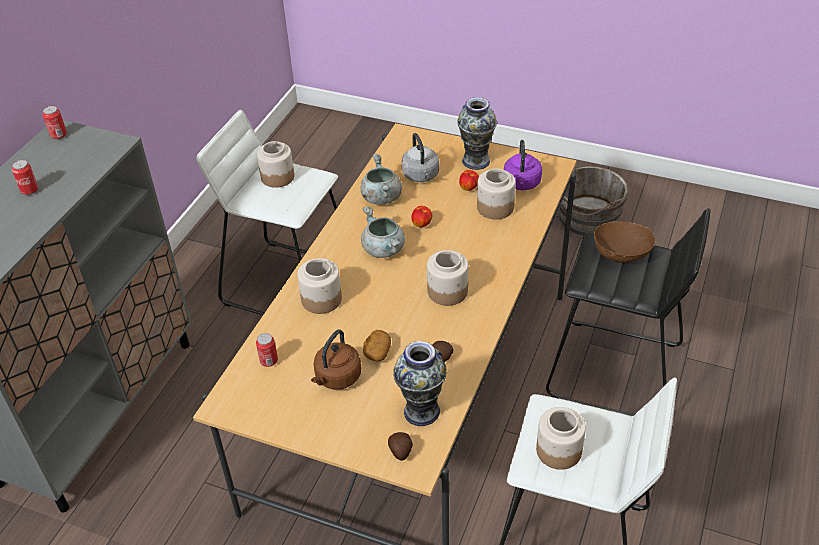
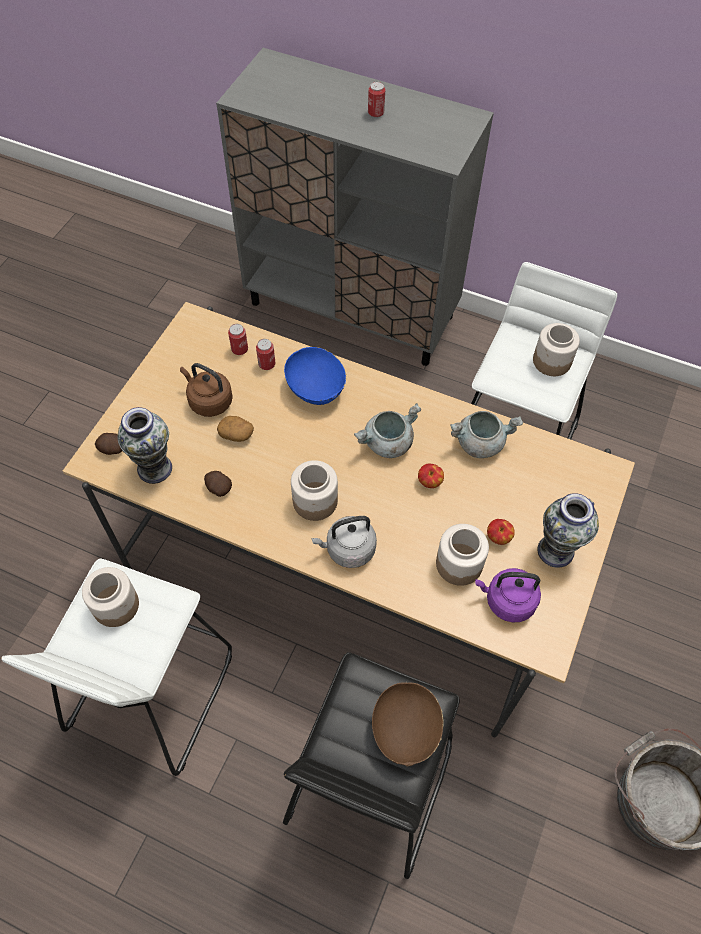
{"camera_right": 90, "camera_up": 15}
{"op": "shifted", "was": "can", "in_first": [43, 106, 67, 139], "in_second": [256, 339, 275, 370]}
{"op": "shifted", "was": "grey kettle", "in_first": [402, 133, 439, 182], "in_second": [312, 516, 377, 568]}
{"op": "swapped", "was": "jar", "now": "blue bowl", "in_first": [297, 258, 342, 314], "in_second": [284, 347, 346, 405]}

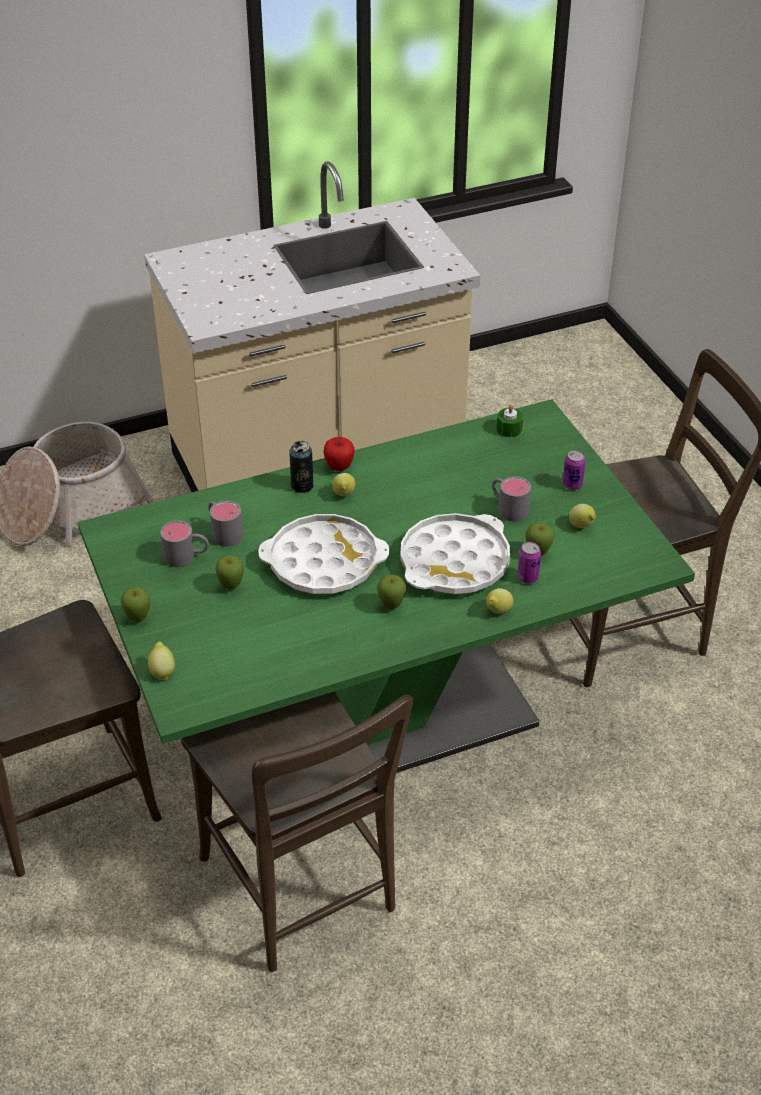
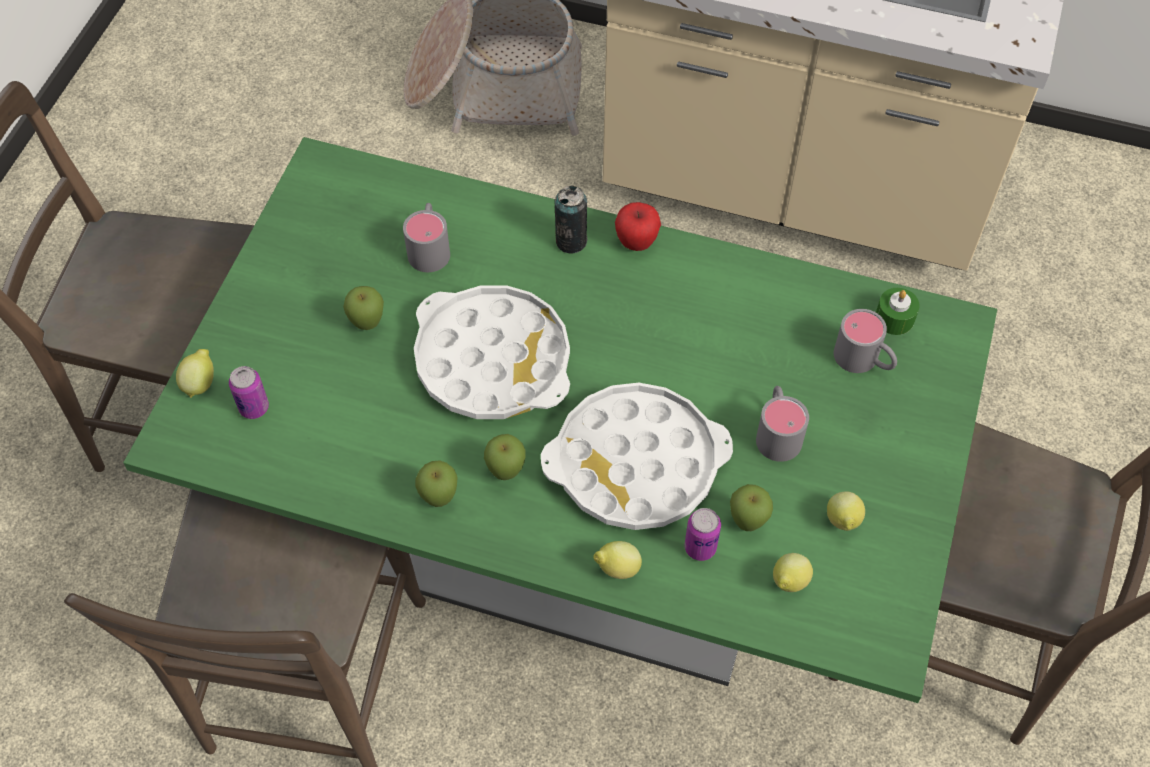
{"camera_right": 40, "camera_up": 15}
{"op": "shifted", "was": "apple", "in_first": [121, 587, 150, 622], "in_second": [415, 460, 457, 507]}
{"op": "shifted", "was": "grey mug", "in_first": [160, 520, 209, 567], "in_second": [834, 309, 897, 373]}
{"op": "shifted", "was": "lemon", "in_first": [332, 473, 355, 496], "in_second": [773, 553, 813, 592]}
{"op": "shifted", "was": "can", "in_first": [563, 450, 586, 490], "in_second": [229, 366, 269, 419]}

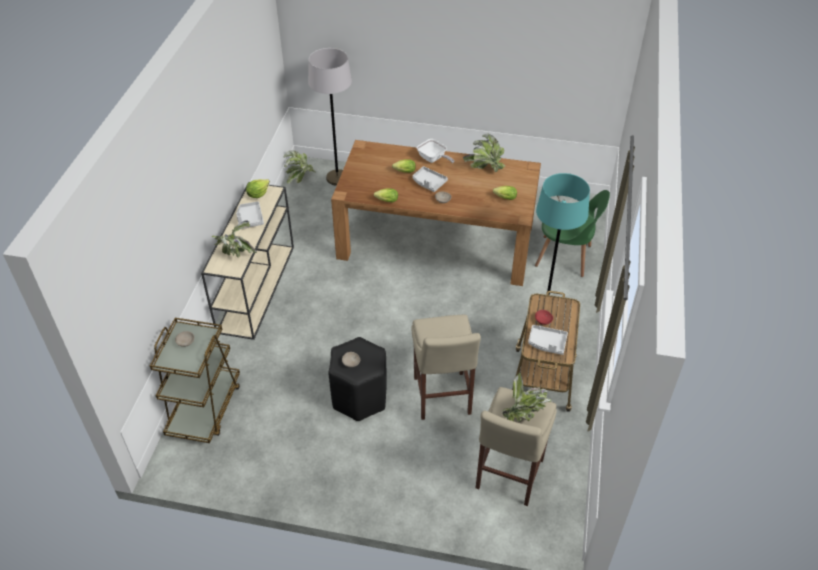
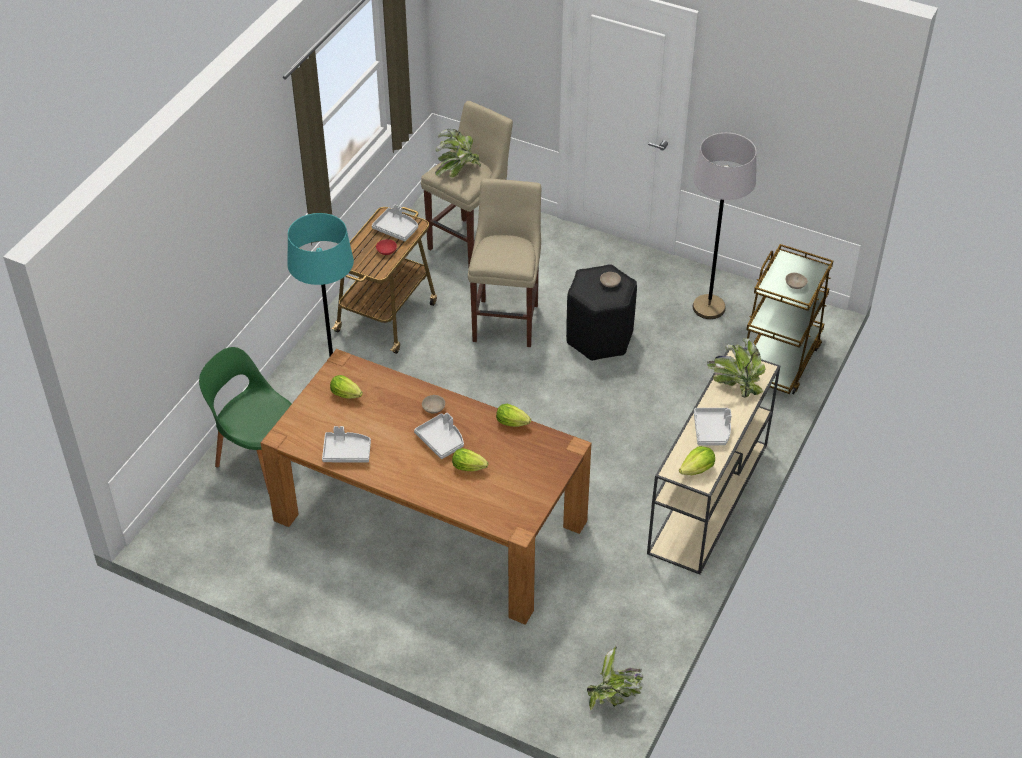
{"camera_right": -165, "camera_up": 0}
{"op": "gone", "was": "frying pan", "in_first": [417, 139, 454, 163]}
{"op": "shifted", "was": "grey floor lamp", "in_first": [308, 48, 352, 186], "in_second": [693, 133, 756, 319]}
{"op": "swapped", "was": "potted plant", "now": "grey tray", "in_first": [463, 134, 505, 172], "in_second": [322, 426, 371, 463]}

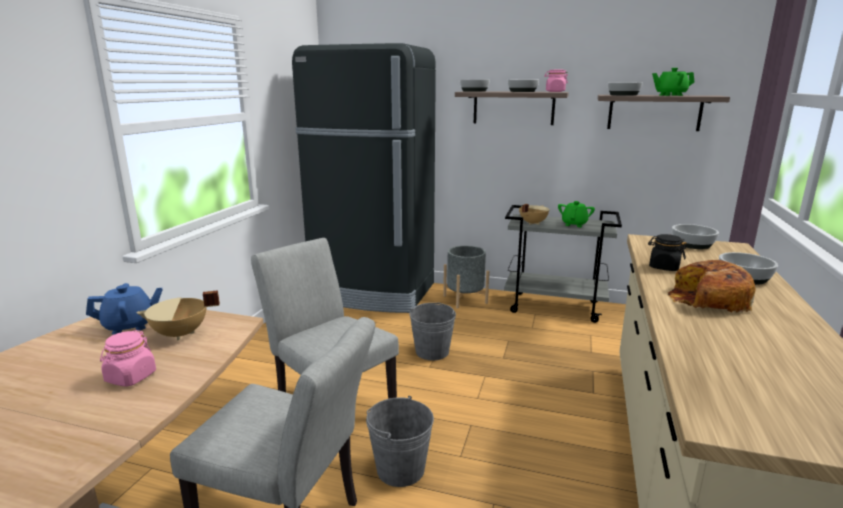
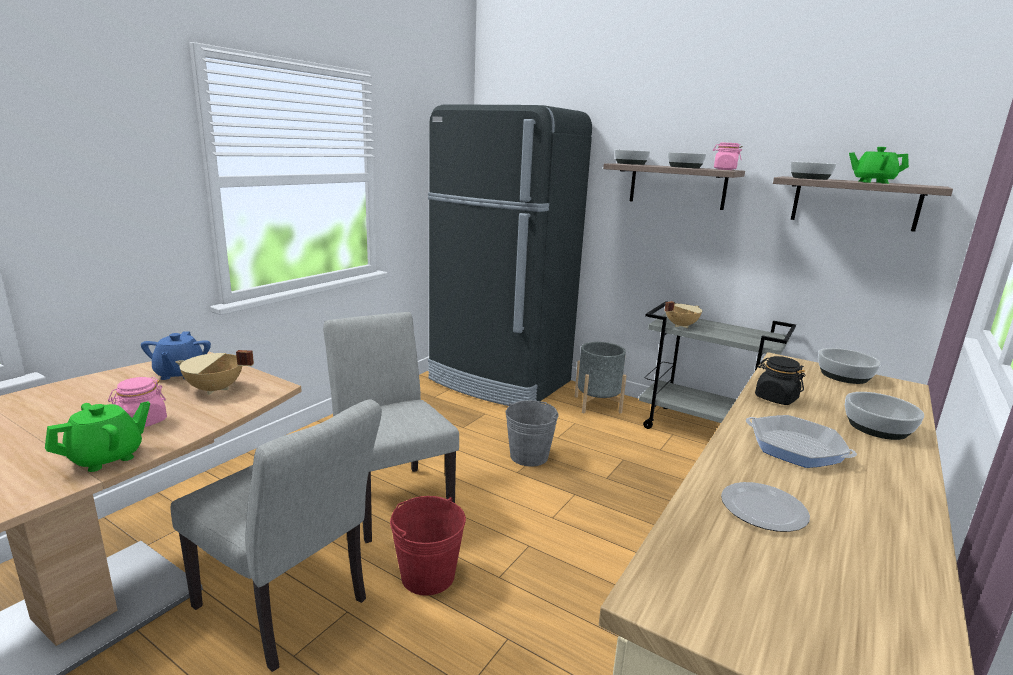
{"camera_right": 15, "camera_up": 0}
{"op": "new", "now": "plate", "in_second": [721, 482, 810, 532]}
{"op": "shifted", "was": "green teapot", "in_first": [558, 201, 595, 227], "in_second": [45, 401, 150, 472]}
{"op": "swapped", "was": "bread", "now": "frying pan", "in_first": [668, 260, 756, 313], "in_second": [746, 415, 857, 468]}
{"op": "repainted", "was": "grey bucket", "now": "red bucket", "in_first": [366, 396, 434, 487], "in_second": [390, 496, 466, 596]}
{"op": "rotated", "was": "blue teapot", "in_first": [86, 283, 162, 335], "in_second": [141, 331, 211, 380], "clockwise": 90}

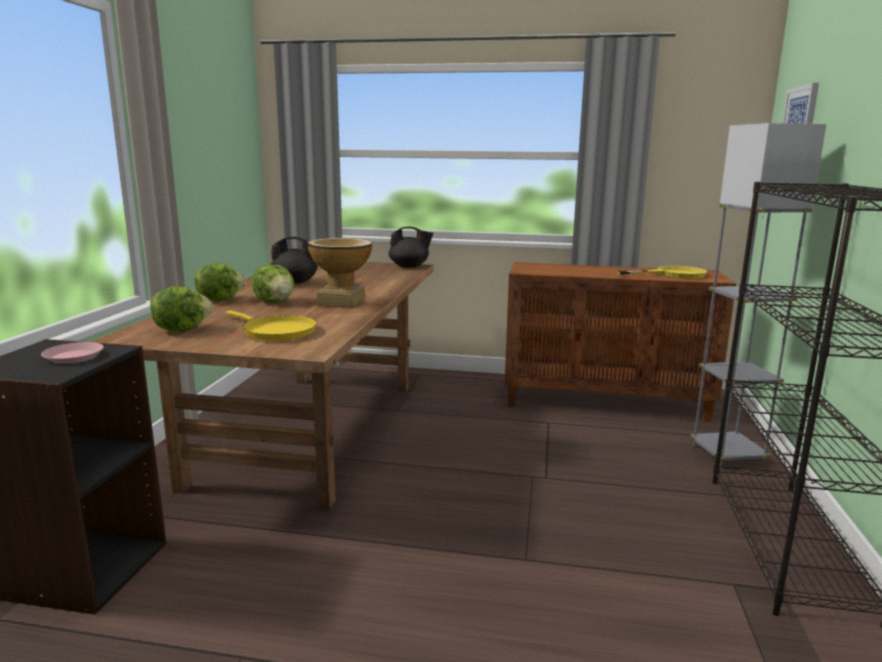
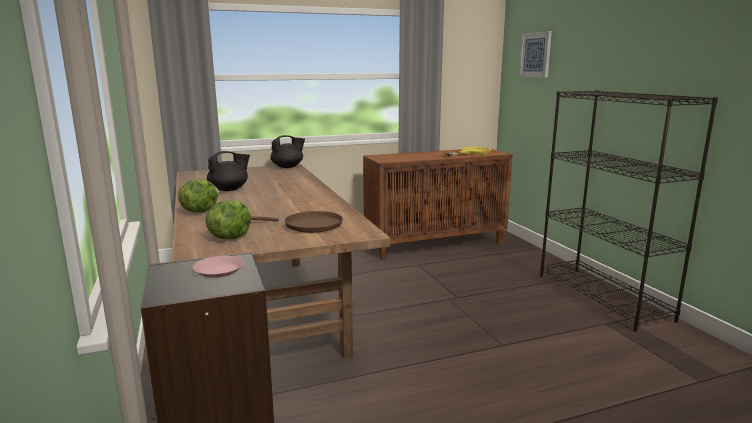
{"camera_right": -30, "camera_up": 0}
{"op": "gone", "was": "lettuce", "in_first": [252, 265, 295, 303]}
{"op": "gone", "was": "vase", "in_first": [307, 238, 372, 308]}
{"op": "gone", "was": "grey floor lamp", "in_first": [690, 123, 827, 468]}
{"op": "repainted", "was": "yellow frying pan", "now": "brown frying pan", "in_first": [226, 311, 317, 341], "in_second": [251, 211, 343, 233]}

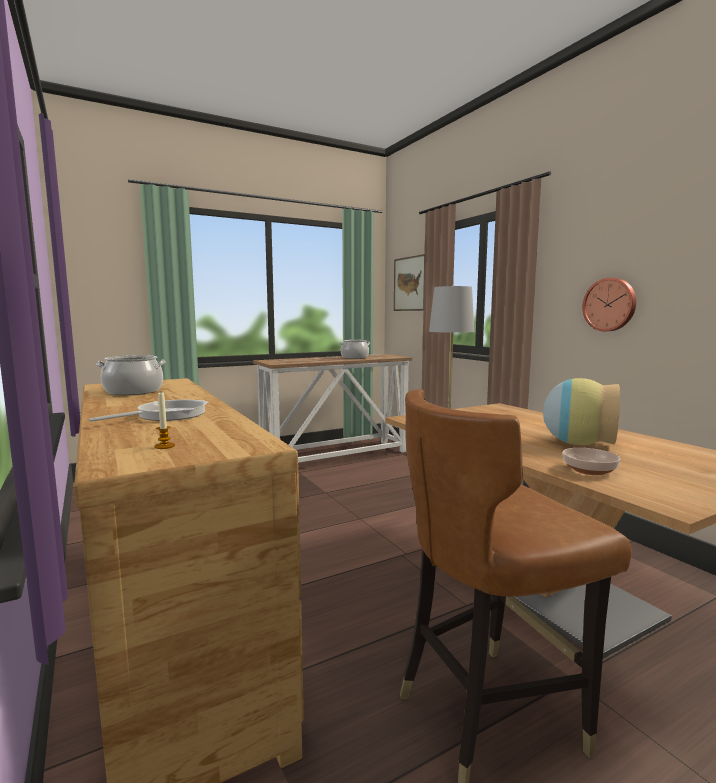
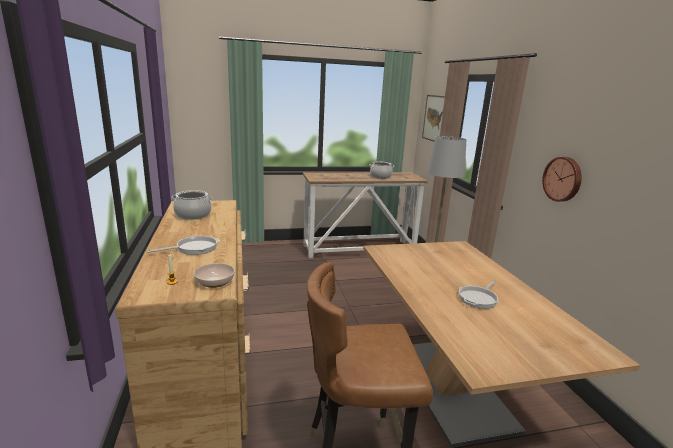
{"camera_right": 15, "camera_up": 10}
{"op": "shifted", "was": "bowl", "in_first": [563, 448, 620, 475], "in_second": [194, 263, 235, 288]}
{"op": "swapped", "was": "vase", "now": "frying pan", "in_first": [543, 378, 620, 445], "in_second": [459, 280, 499, 309]}

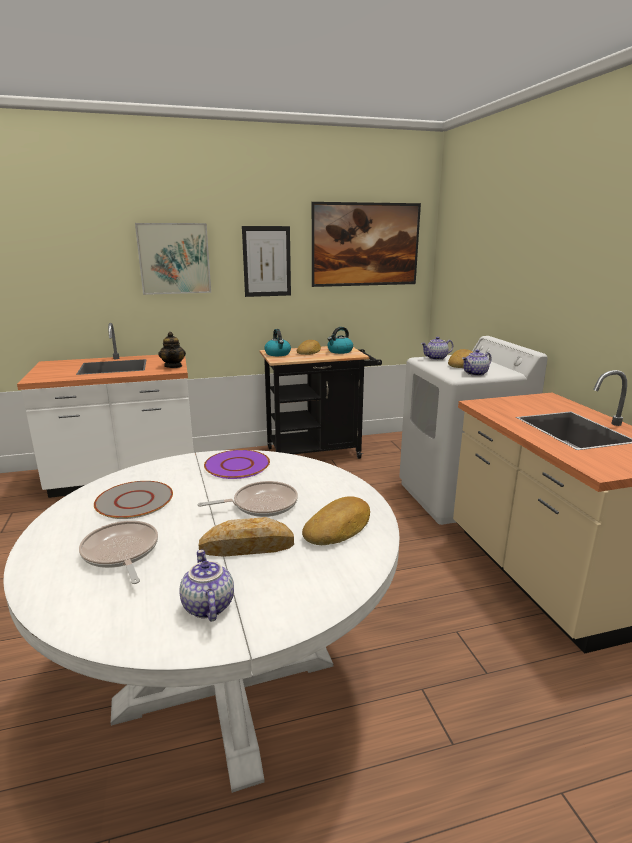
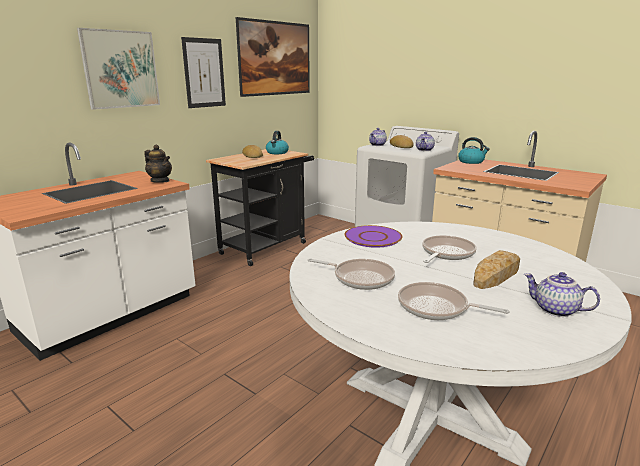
{"camera_right": -35, "camera_up": 0}
{"op": "gone", "was": "bread", "in_first": [302, 496, 370, 545]}
{"op": "shifted", "was": "kettle", "in_first": [265, 329, 291, 356], "in_second": [458, 137, 490, 164]}
{"op": "swapped", "was": "grey plate", "now": "frying pan", "in_first": [94, 481, 173, 519], "in_second": [308, 259, 395, 290]}

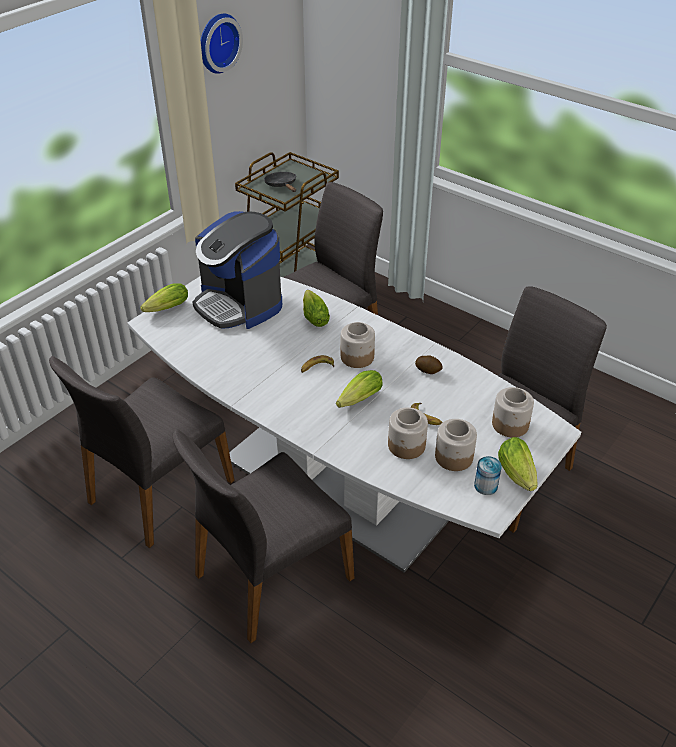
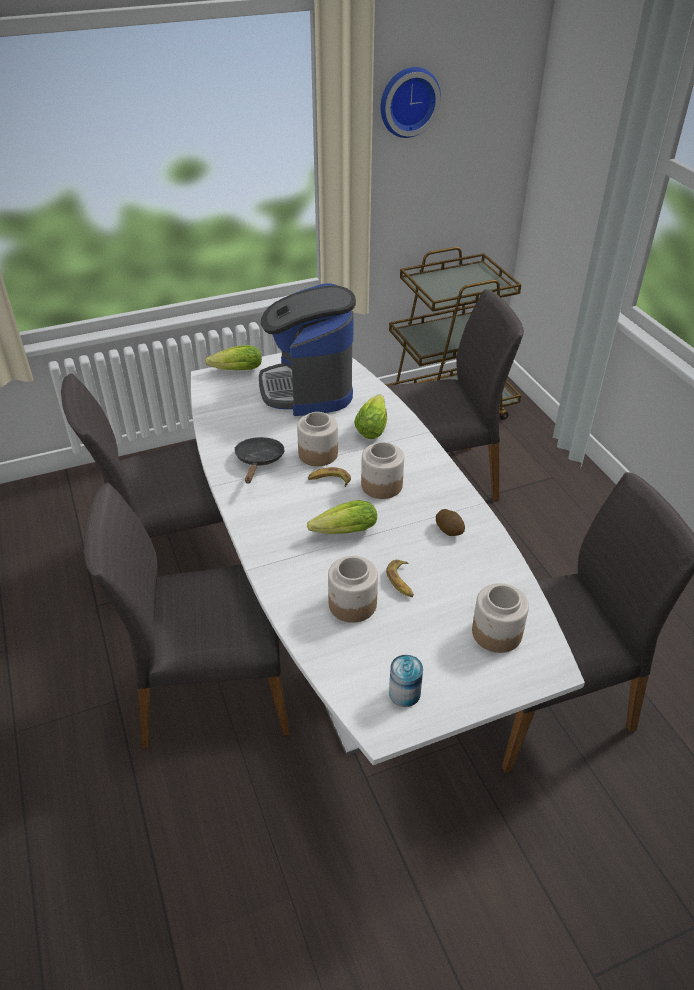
{"camera_right": 30, "camera_up": 0}
{"op": "gone", "was": "lettuce", "in_first": [498, 437, 538, 491]}
{"op": "shifted", "was": "black frying pan", "in_first": [264, 172, 296, 192], "in_second": [234, 437, 285, 483]}
{"op": "shifted", "was": "jar", "in_first": [435, 419, 477, 471], "in_second": [297, 412, 338, 466]}

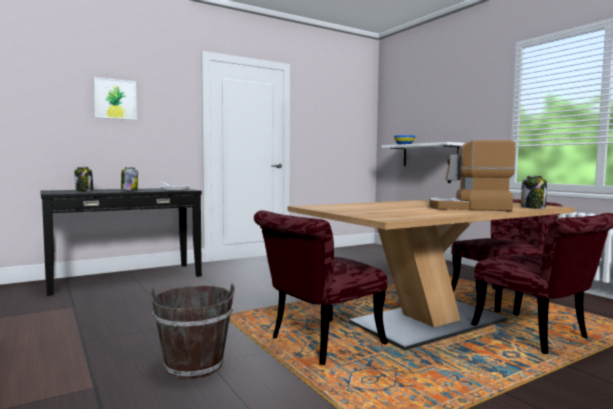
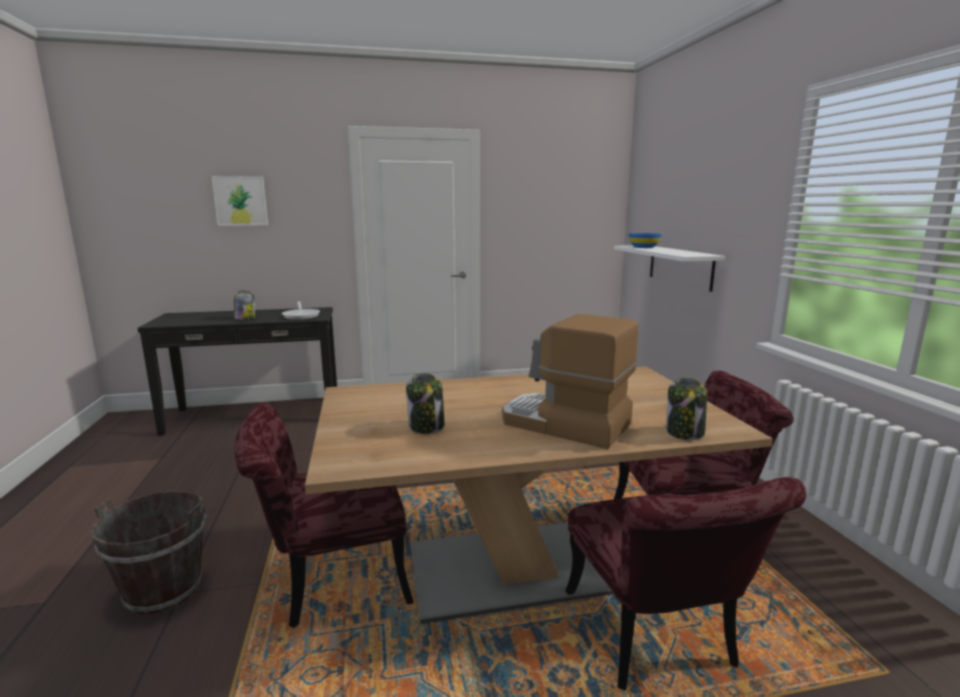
{"camera_right": 20, "camera_up": 10}
{"op": "shifted", "was": "jar", "in_first": [74, 167, 94, 191], "in_second": [406, 373, 444, 434]}

